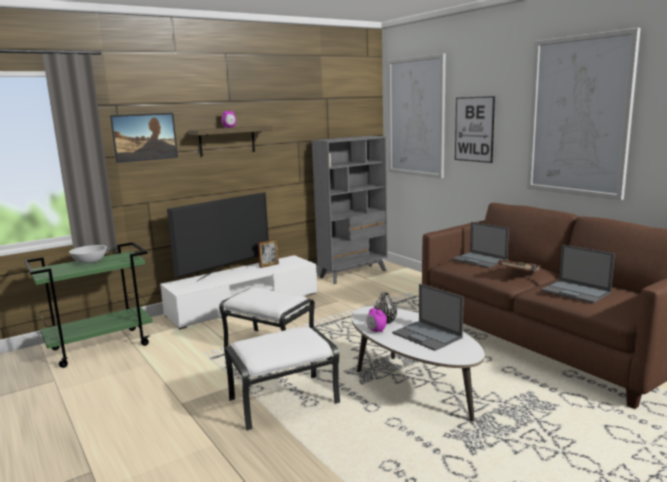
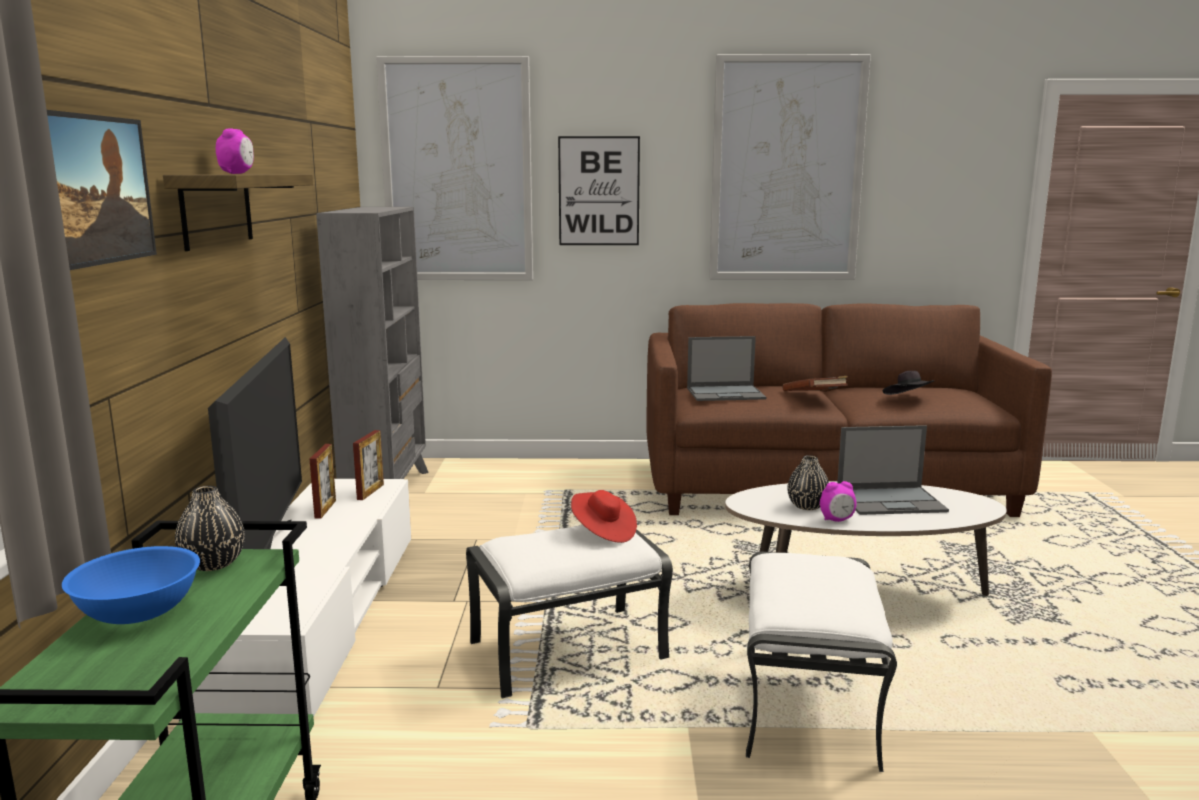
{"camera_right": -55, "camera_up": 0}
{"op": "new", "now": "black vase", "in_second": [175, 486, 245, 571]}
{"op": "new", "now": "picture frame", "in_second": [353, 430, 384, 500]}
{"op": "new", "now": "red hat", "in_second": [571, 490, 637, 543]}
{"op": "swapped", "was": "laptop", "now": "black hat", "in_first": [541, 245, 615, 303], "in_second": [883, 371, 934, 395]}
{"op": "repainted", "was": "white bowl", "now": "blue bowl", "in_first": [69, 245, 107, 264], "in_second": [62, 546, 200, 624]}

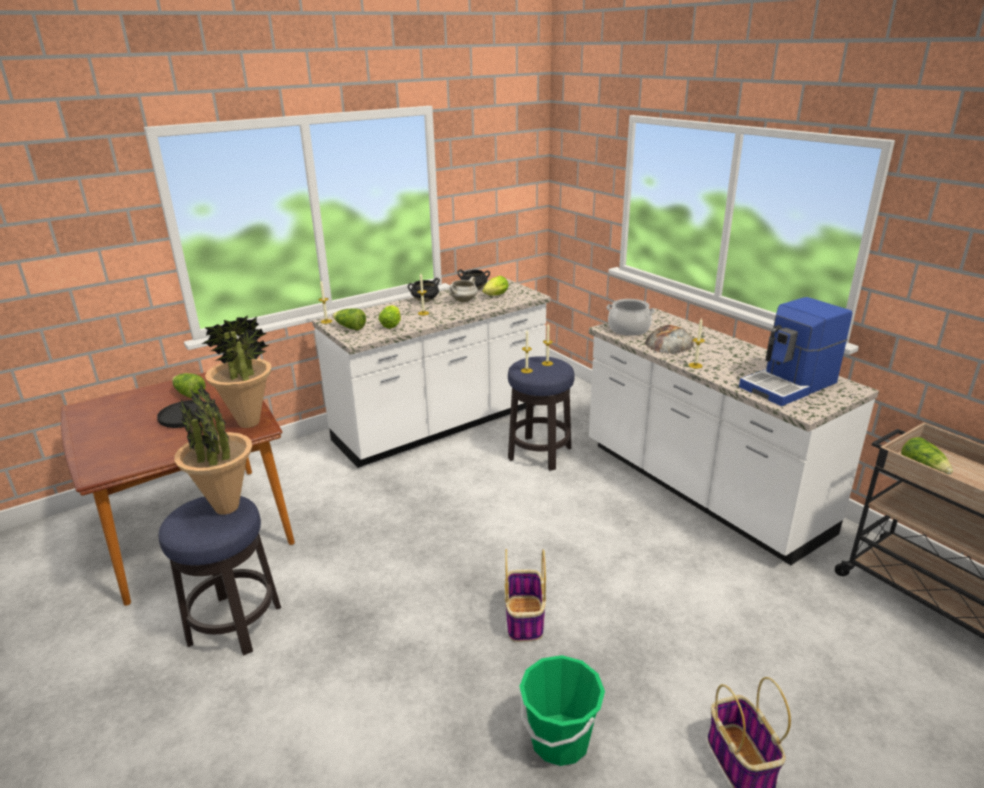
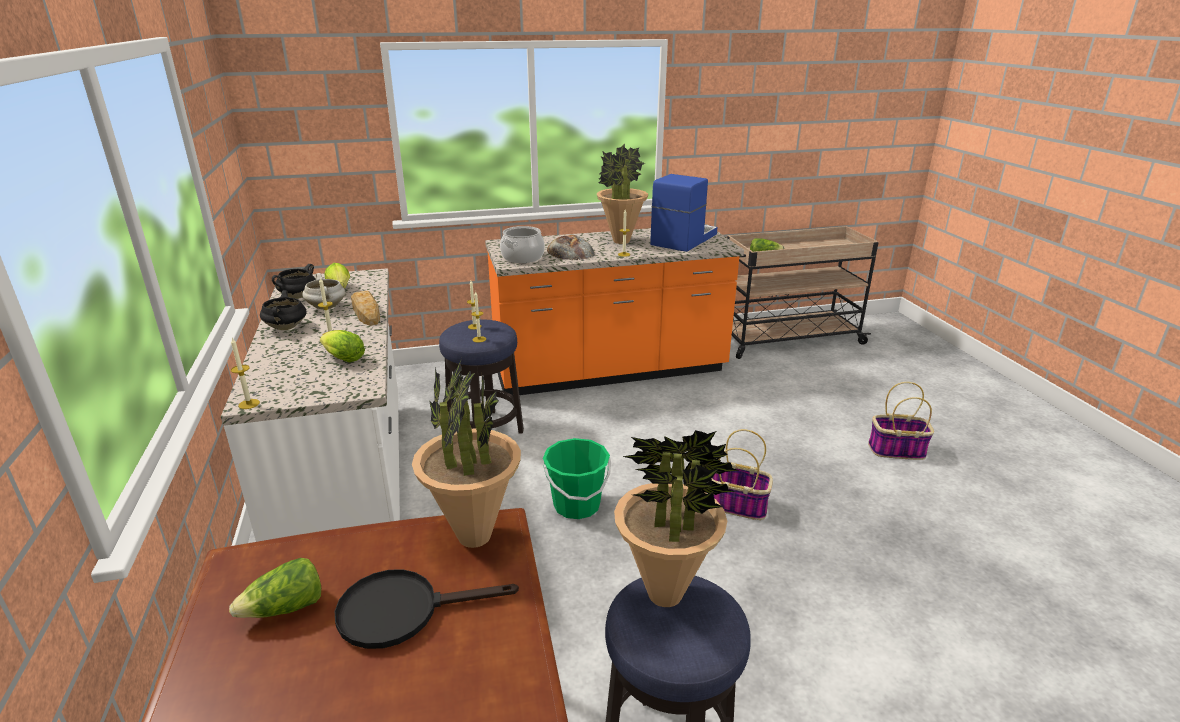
{"camera_right": -70, "camera_up": 0}
{"op": "gone", "was": "lettuce", "in_first": [332, 308, 366, 330]}
{"op": "new", "now": "bread", "in_second": [351, 291, 380, 326]}
{"op": "new", "now": "potted plant", "in_second": [597, 143, 648, 244]}
{"op": "shifted", "was": "green bucket", "in_first": [519, 655, 605, 766], "in_second": [543, 438, 611, 519]}
{"op": "repainted", "was": "white counter", "now": "orange counter", "in_first": [589, 308, 879, 565], "in_second": [485, 224, 744, 395]}
{"op": "rotated", "was": "coffee machine", "in_first": [739, 297, 852, 406], "in_second": [650, 174, 717, 252], "clockwise": -135}

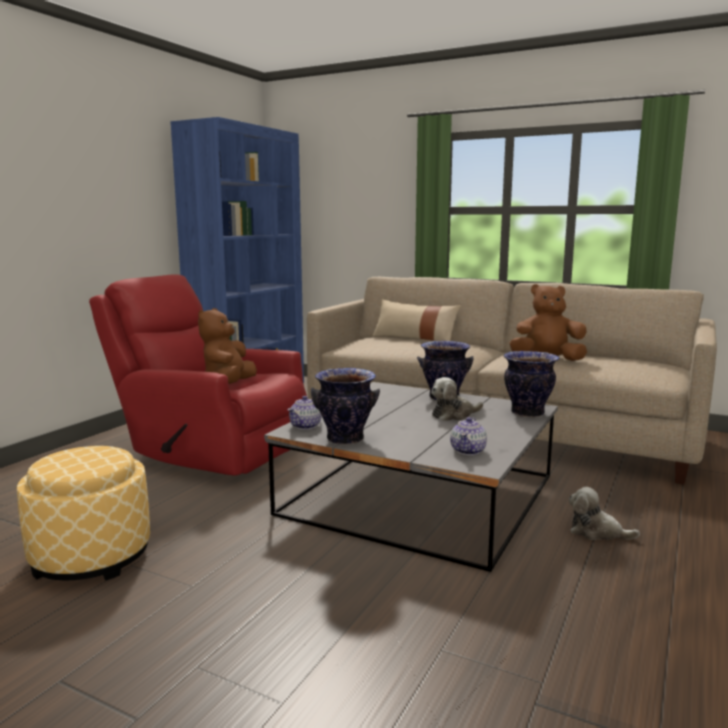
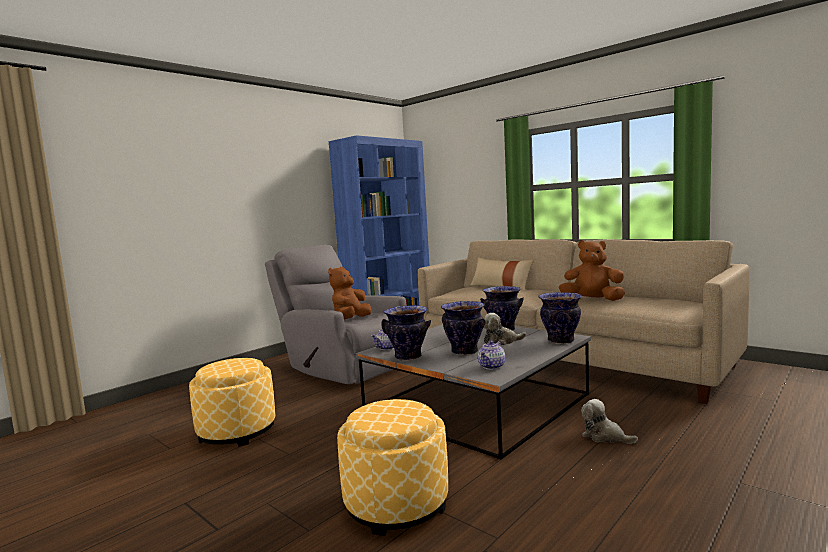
{"camera_right": 15, "camera_up": -5}
{"op": "new", "now": "ottoman", "in_second": [337, 399, 448, 536]}
{"op": "new", "now": "vase", "in_second": [441, 301, 486, 355]}
{"op": "repainted", "was": "red armchair", "now": "grey armchair", "in_first": [89, 274, 308, 476], "in_second": [265, 245, 407, 384]}

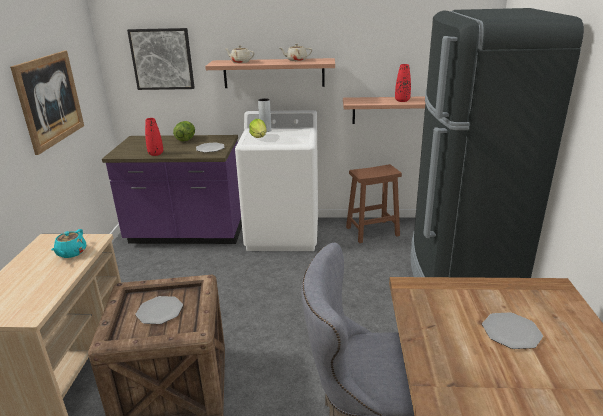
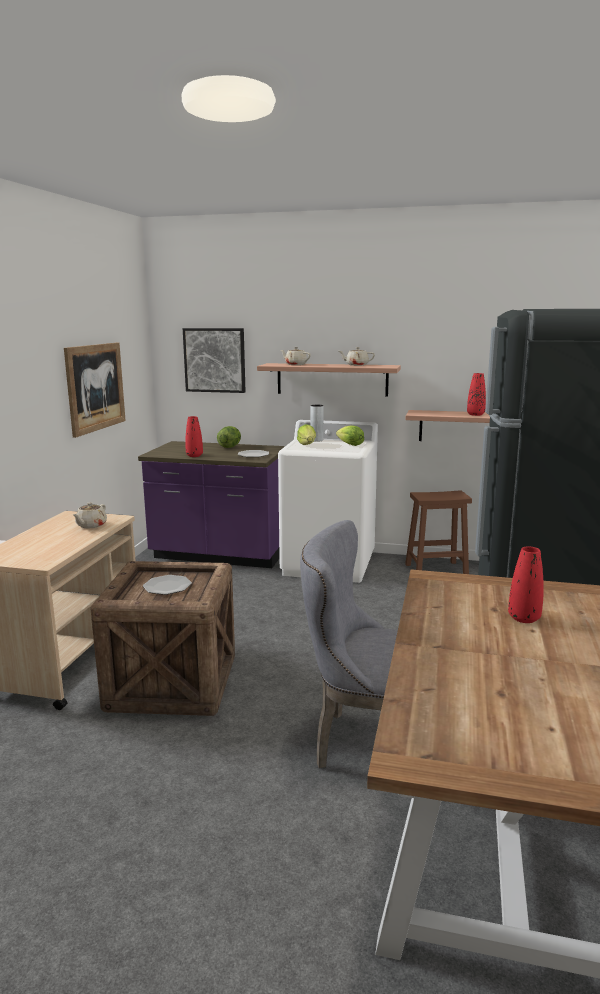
{"camera_right": 10, "camera_up": -10}
{"op": "new", "now": "lettuce", "in_second": [336, 425, 364, 446]}
{"op": "swapped", "was": "plate", "now": "red vase", "in_first": [482, 312, 543, 349], "in_second": [508, 546, 544, 623]}
{"op": "repainted", "was": "turquoise teapot", "now": "beige teapot", "in_first": [51, 229, 86, 258], "in_second": [73, 502, 107, 529]}

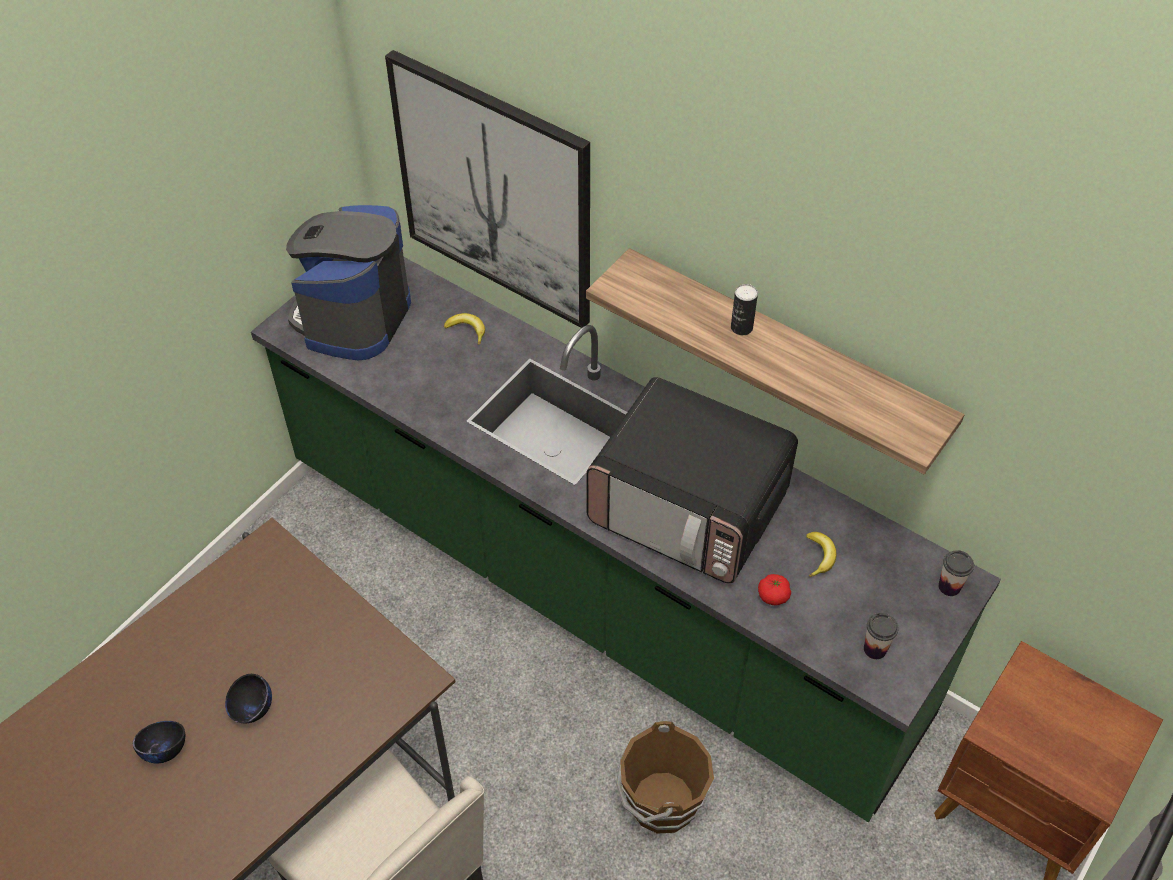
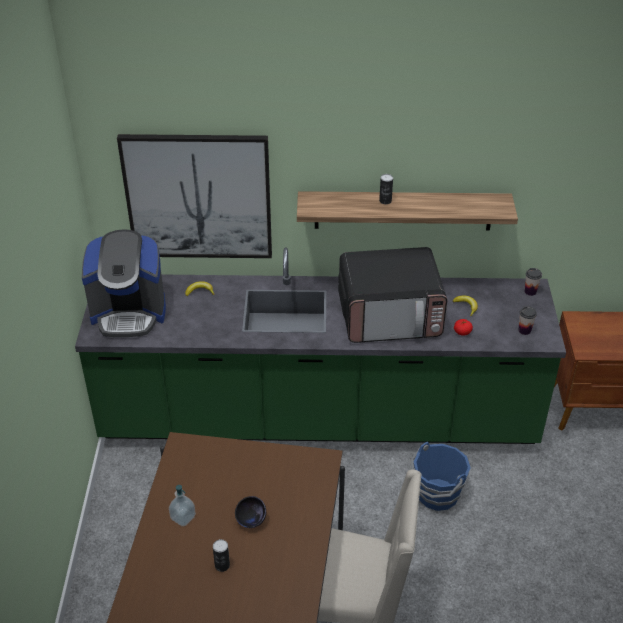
{"camera_right": -35, "camera_up": -10}
{"op": "new", "now": "soap dispenser", "in_second": [169, 485, 196, 526]}
{"op": "swapped", "was": "black bowl", "now": "can", "in_first": [133, 721, 185, 763], "in_second": [213, 539, 230, 572]}
{"op": "repainted", "was": "brown bucket", "now": "blue bucket", "in_first": [616, 721, 714, 833], "in_second": [411, 442, 471, 511]}
{"op": "rotated", "was": "coffee machine", "in_first": [286, 205, 411, 361], "in_second": [82, 229, 166, 337], "clockwise": -75}

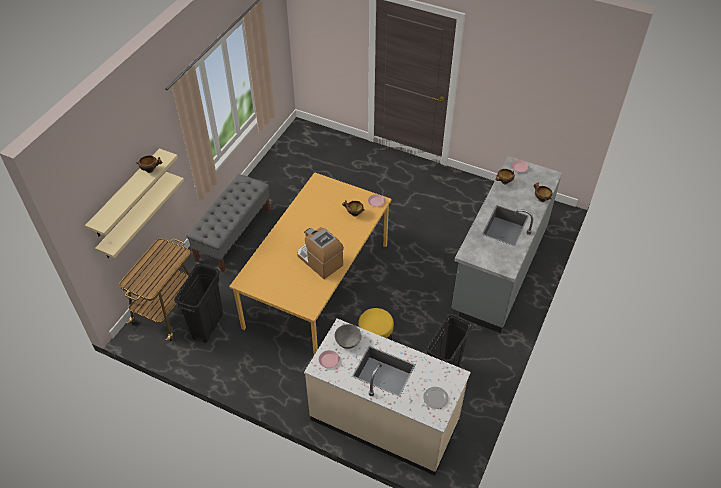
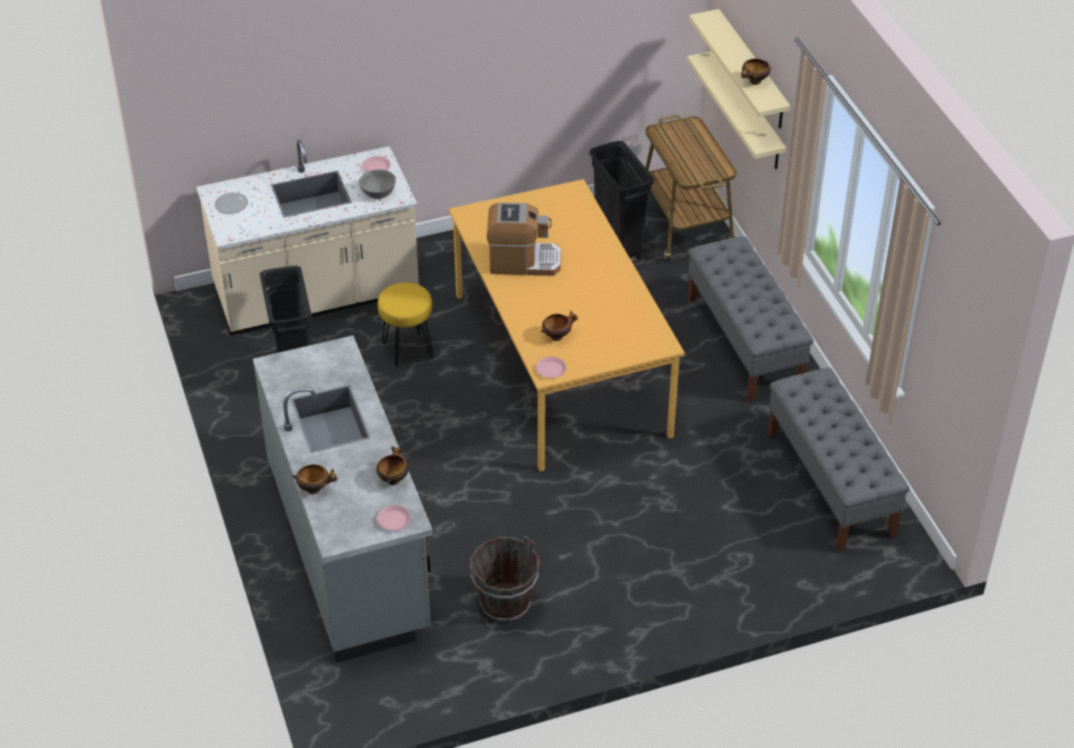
{"camera_right": 135, "camera_up": -5}
{"op": "new", "now": "brown bucket", "in_second": [470, 536, 539, 622]}
{"op": "new", "now": "grey bench", "in_second": [768, 368, 910, 552]}

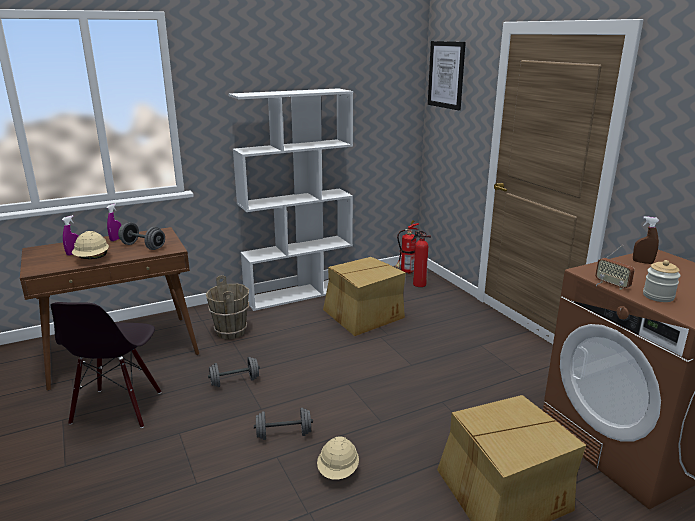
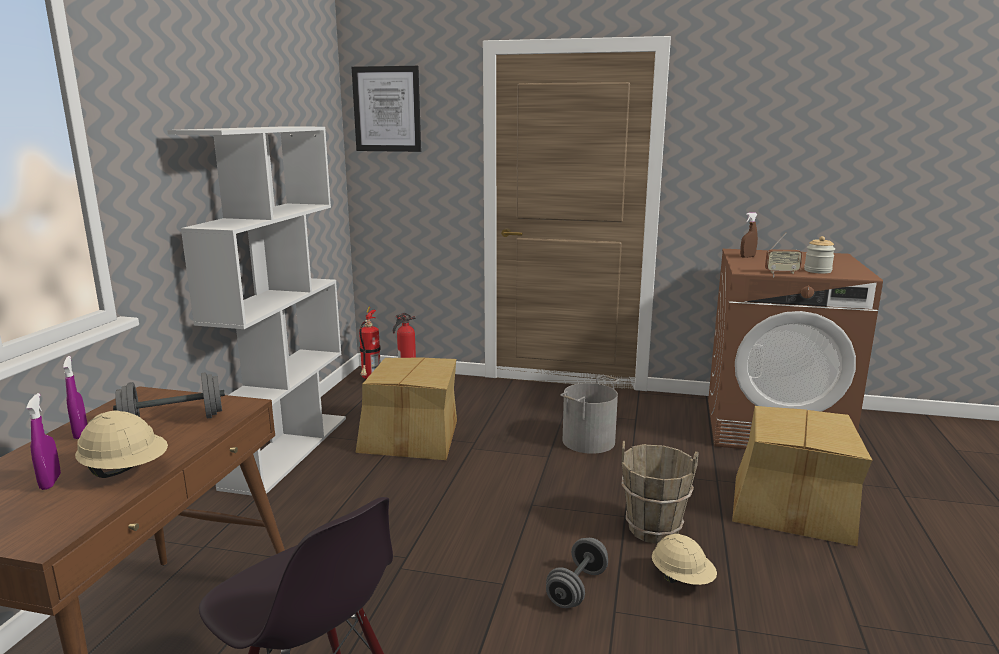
{"camera_right": -50, "camera_up": -5}
{"op": "gone", "was": "grey dumbbell", "in_first": [208, 357, 260, 387]}
{"op": "new", "now": "grey bucket", "in_second": [560, 375, 620, 454]}
{"op": "shifted", "was": "brown bucket", "in_first": [206, 275, 249, 339], "in_second": [621, 441, 699, 544]}

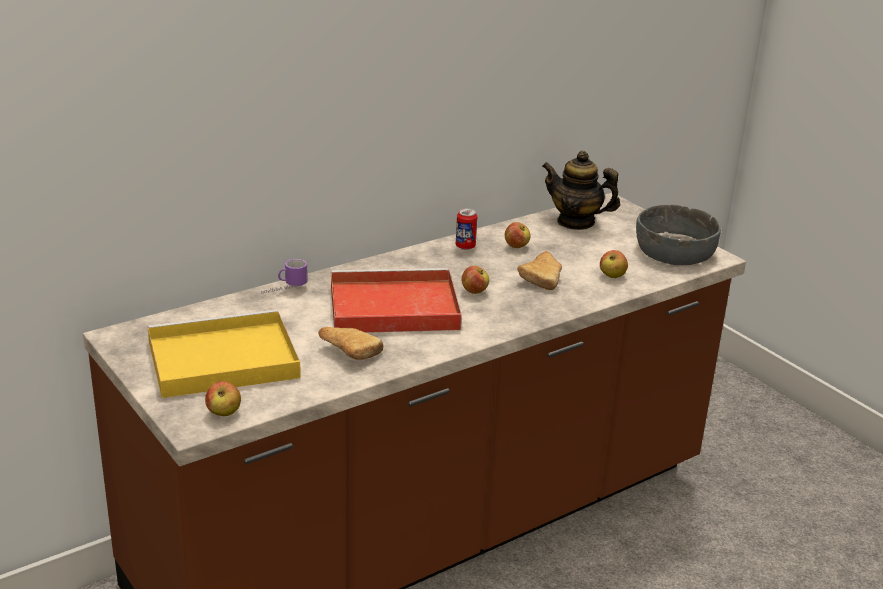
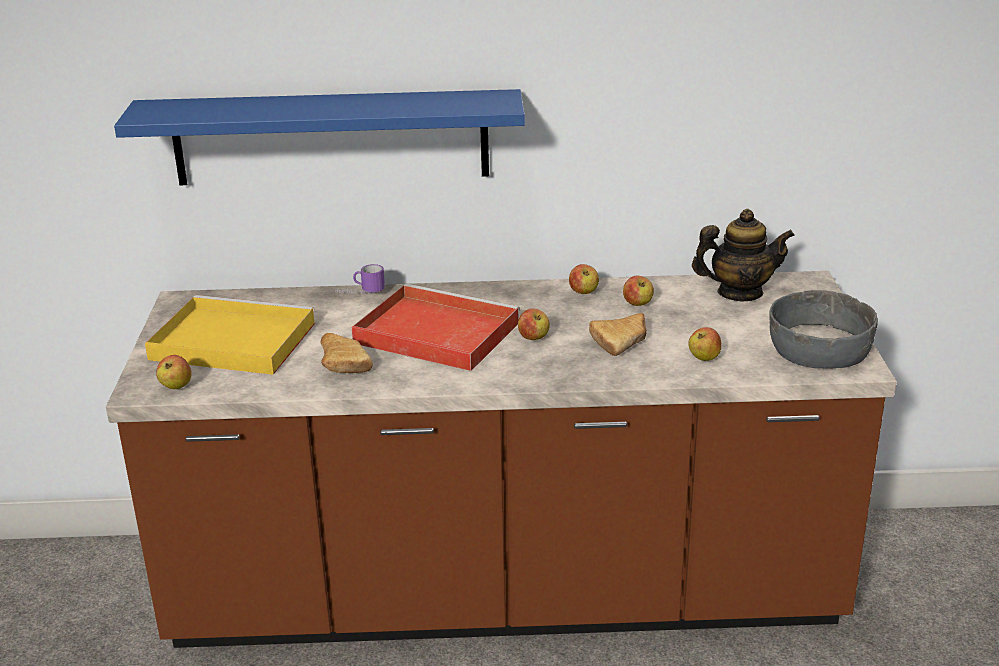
{"camera_right": 35, "camera_up": 0}
{"op": "new", "now": "blue shelf", "in_second": [114, 89, 525, 185]}
{"op": "swapped", "was": "can", "now": "apple", "in_first": [456, 208, 477, 250], "in_second": [569, 264, 599, 294]}
{"op": "rotated", "was": "teapot", "in_first": [542, 151, 620, 230], "in_second": [692, 209, 795, 301], "clockwise": 120}

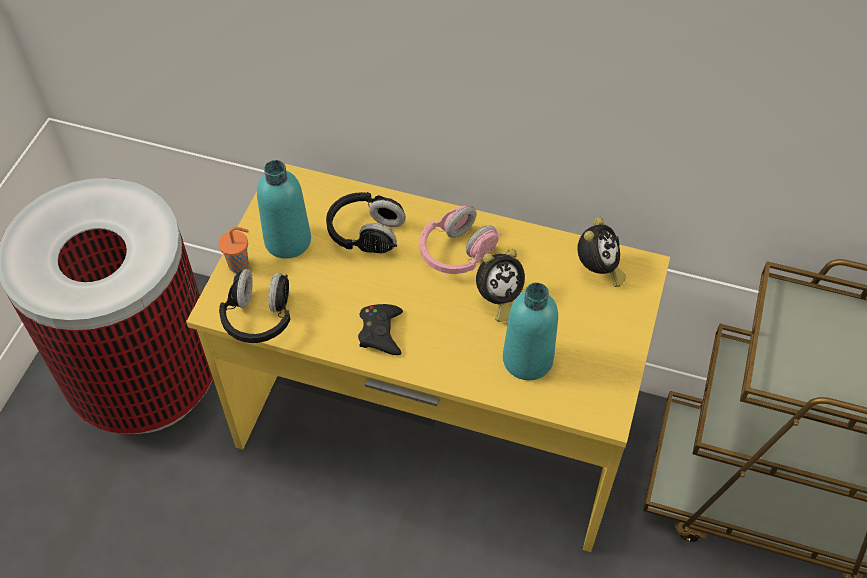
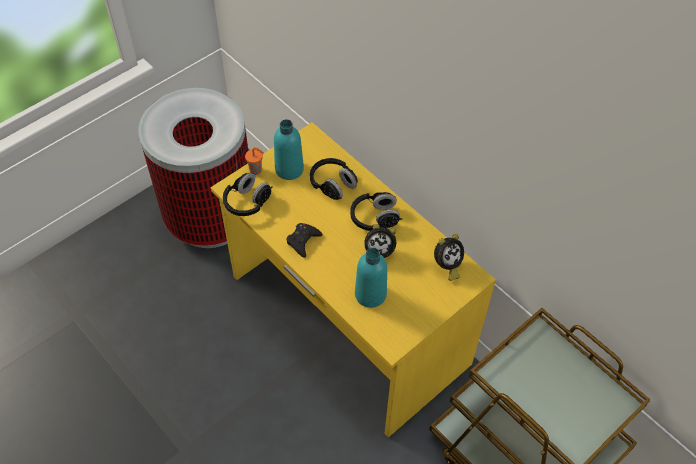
{"camera_right": 30, "camera_up": 0}
{"op": "repainted", "was": "pink headphones", "now": "black headphones", "in_first": [420, 206, 502, 274], "in_second": [350, 192, 402, 231]}

